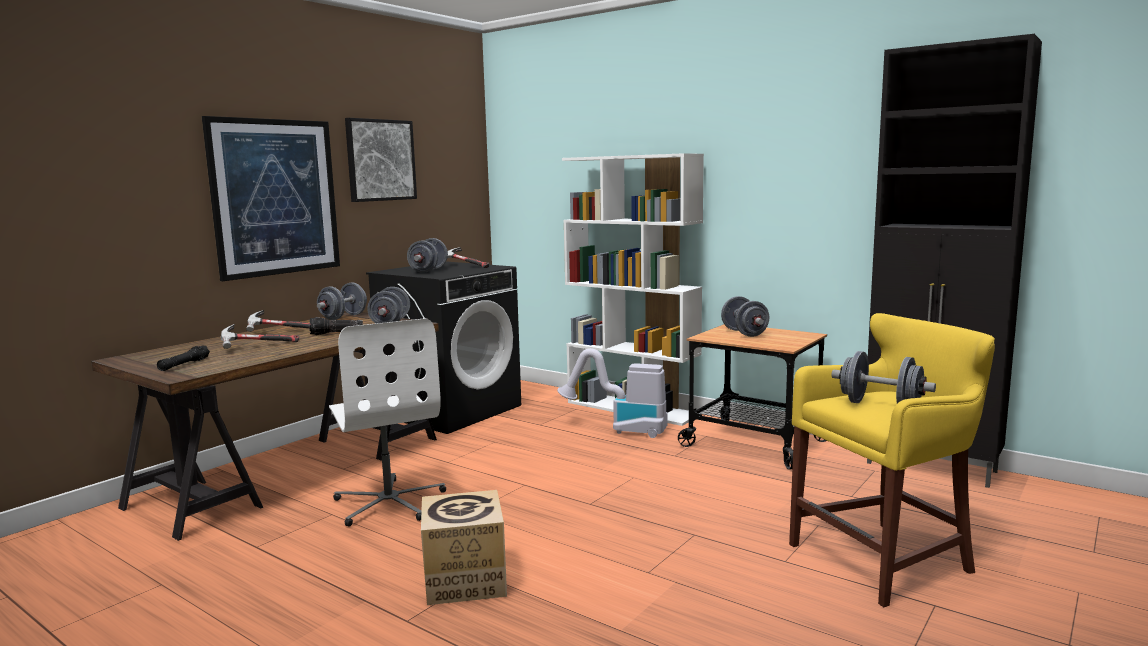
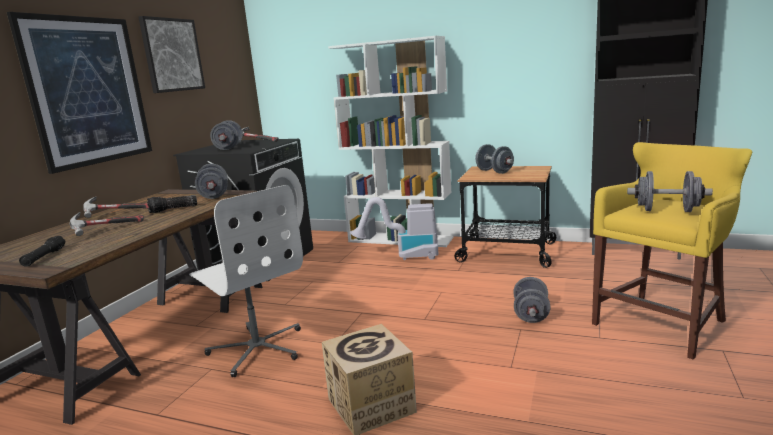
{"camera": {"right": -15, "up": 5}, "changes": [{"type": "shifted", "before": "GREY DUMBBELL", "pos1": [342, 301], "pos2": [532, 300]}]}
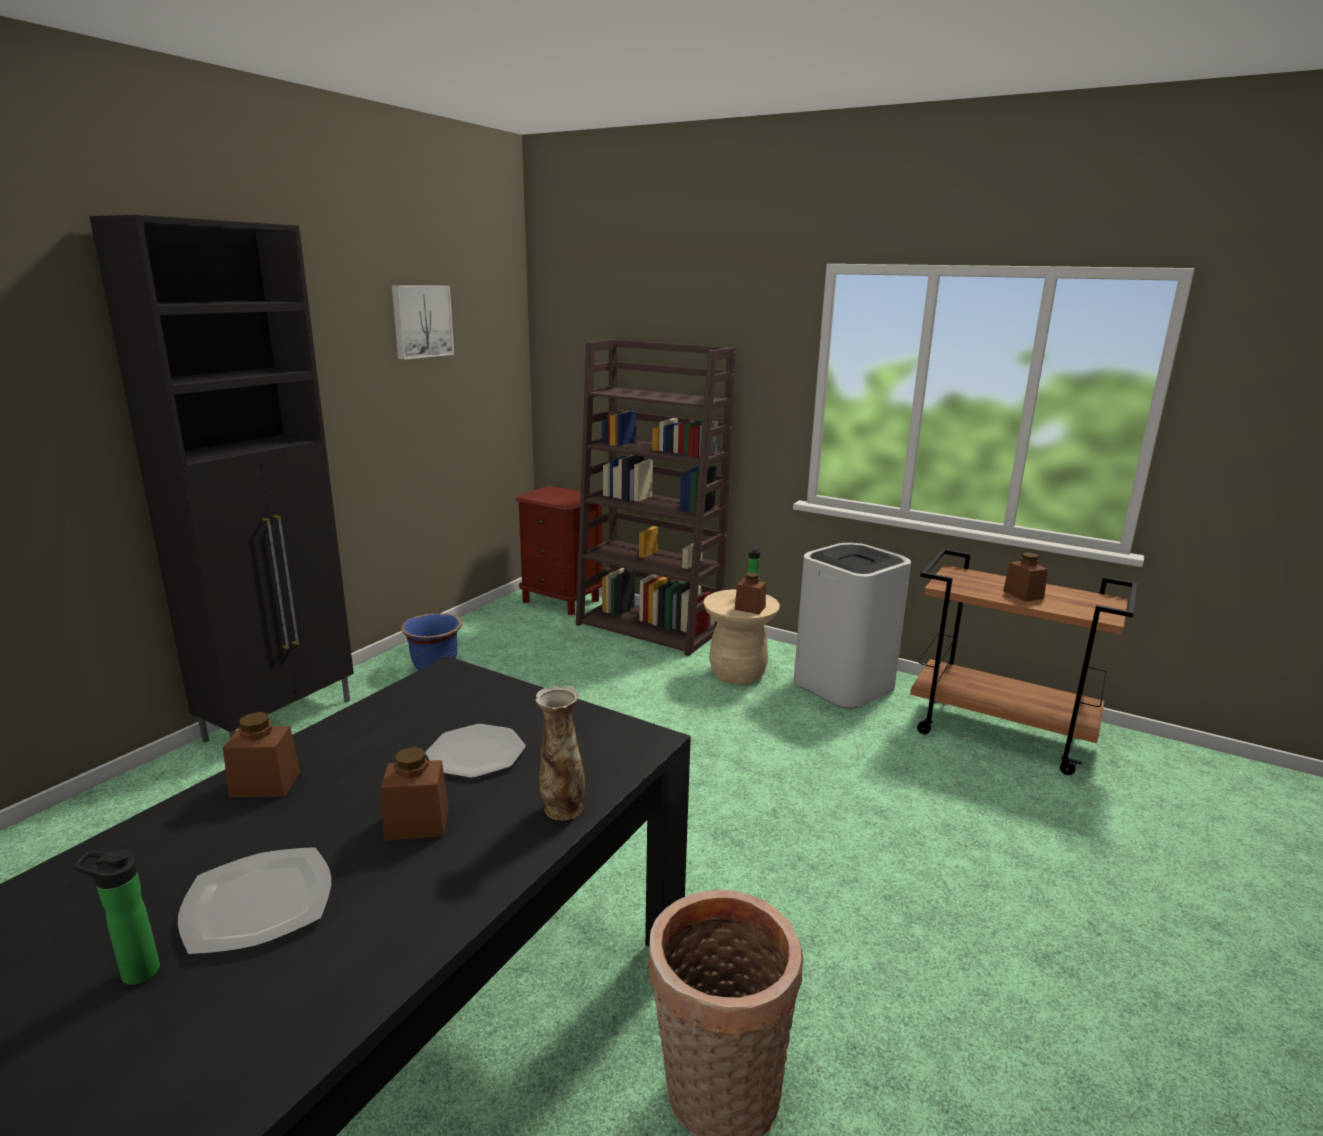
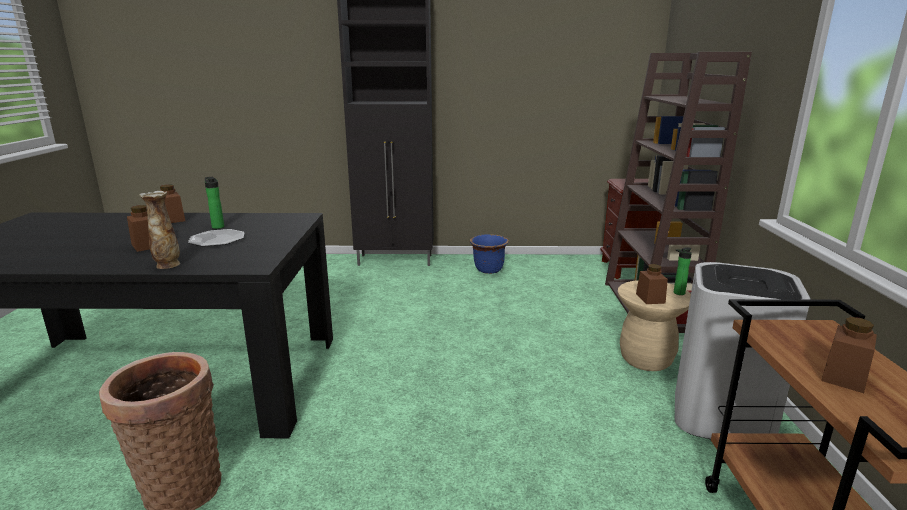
{"camera": {"right": 60, "up": 0}, "changes": [{"type": "shifted", "before": "BOTTLE", "pos1": [117, 917], "pos2": [214, 203]}, {"type": "gone", "before": "PLATE", "pos1": [254, 901]}, {"type": "gone", "before": "PICTURE", "pos1": [423, 322]}]}
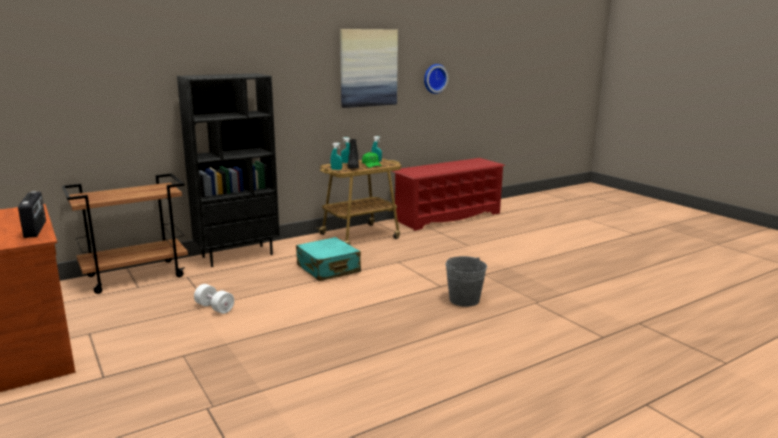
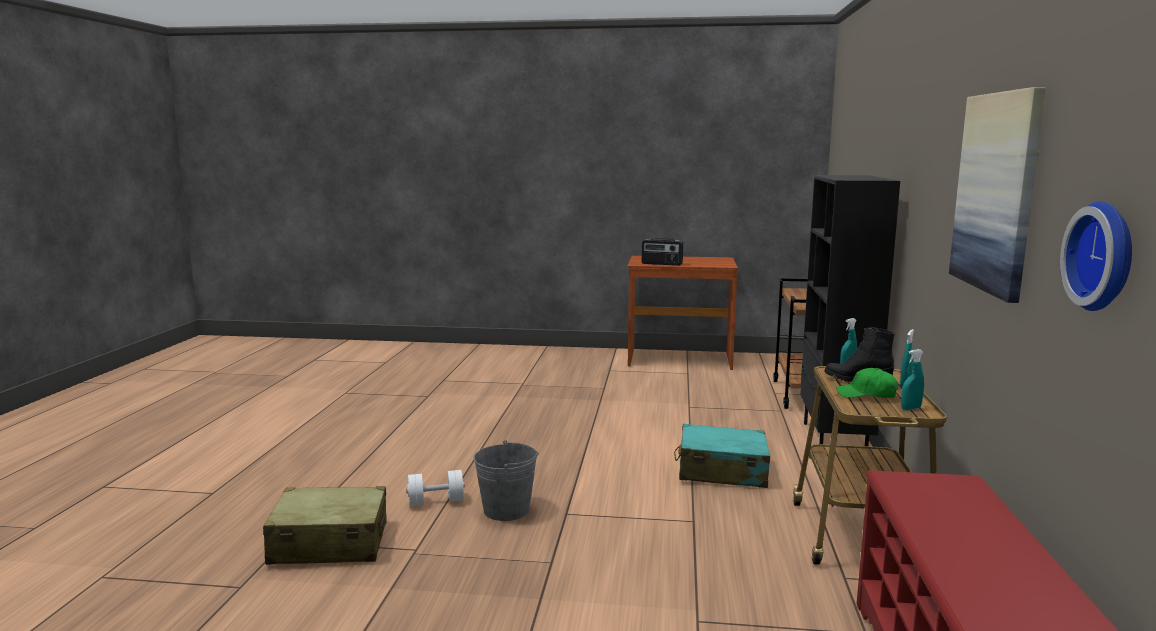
{"camera": {"right": 130, "up": -5}, "changes": [{"type": "shifted", "before": "WHITE DUMBBELL", "pos1": [214, 299], "pos2": [435, 488]}, {"type": "new", "after": "BEIGE SUITCASE", "pos2": [325, 525]}]}
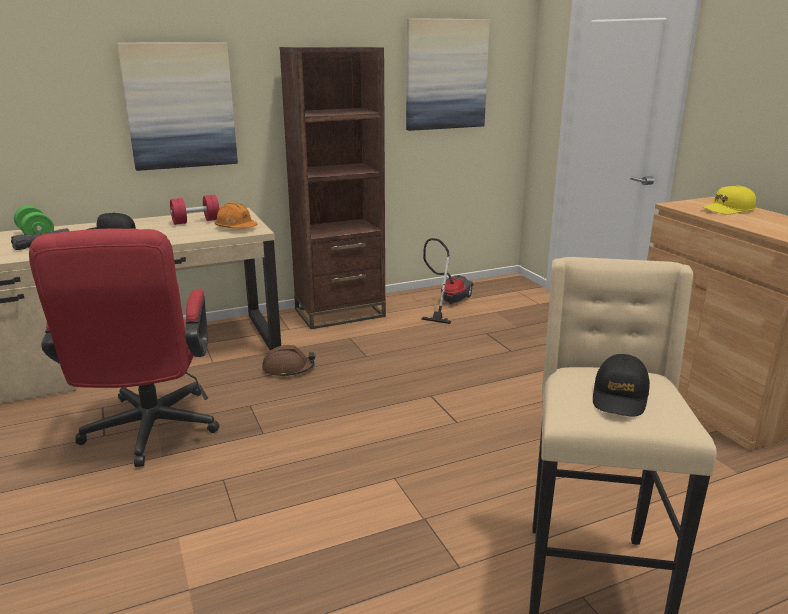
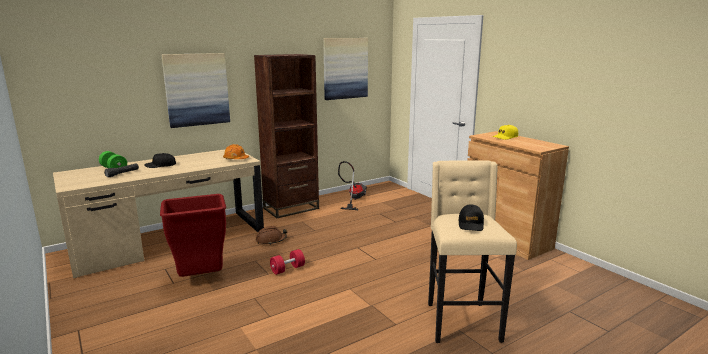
{"camera": {"right": -10, "up": -5}, "changes": [{"type": "swapped", "before": "RED OFFICE CHAIR", "after": "RED TRASH CAN", "pos1": [124, 348], "pos2": [193, 235]}, {"type": "shifted", "before": "RED DUMBBELL", "pos1": [195, 210], "pos2": [287, 262]}]}
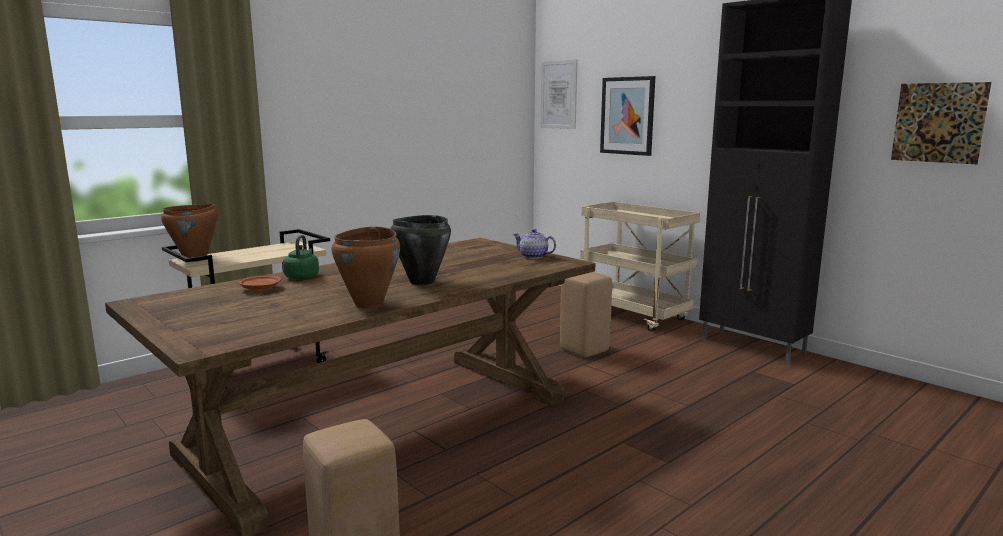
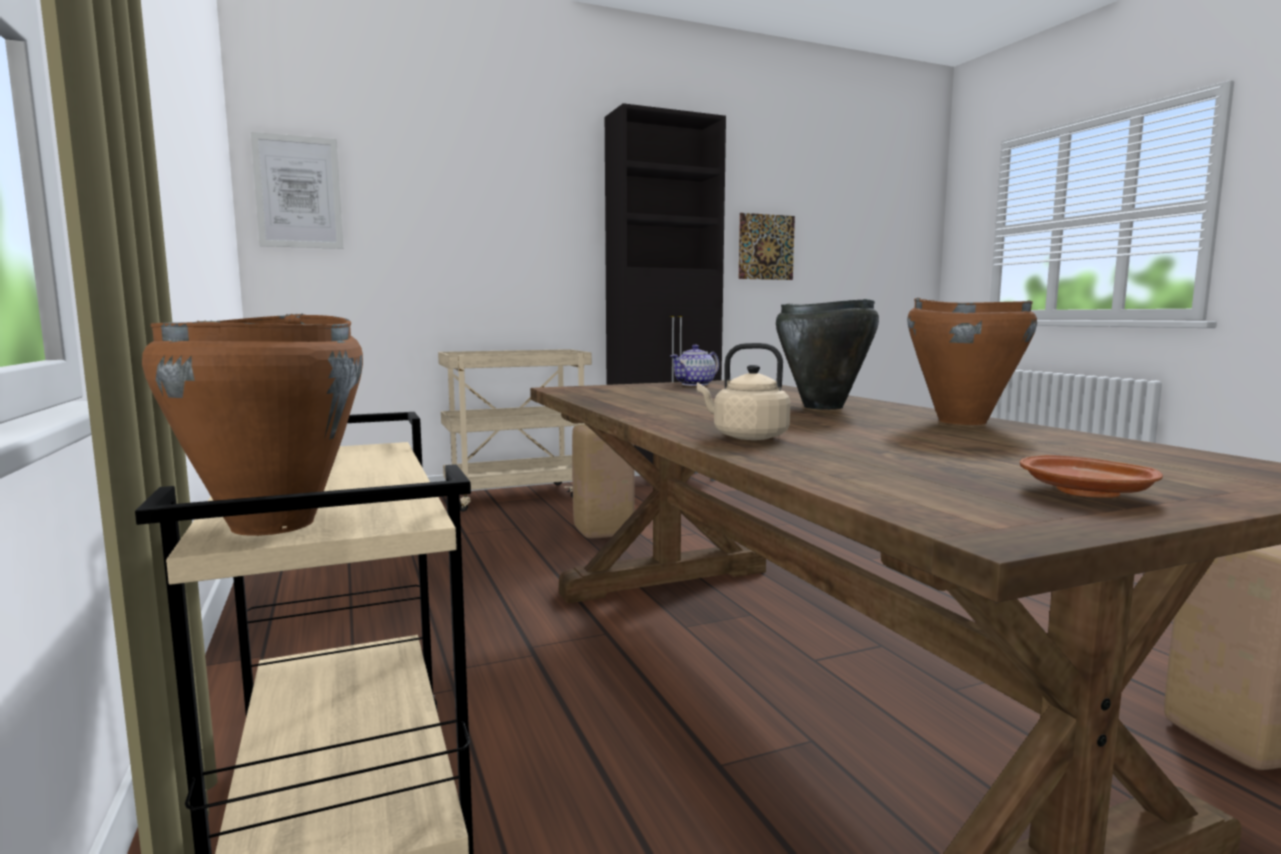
{"camera": {"right": -70, "up": -5}, "changes": [{"type": "shifted", "before": "BROWN PLATE", "pos1": [259, 283], "pos2": [1091, 476]}, {"type": "repainted", "before": "GREEN KETTLE", "after": "BEIGE KETTLE", "pos1": [301, 257], "pos2": [743, 391]}, {"type": "gone", "before": "PICTURE", "pos1": [627, 116]}]}
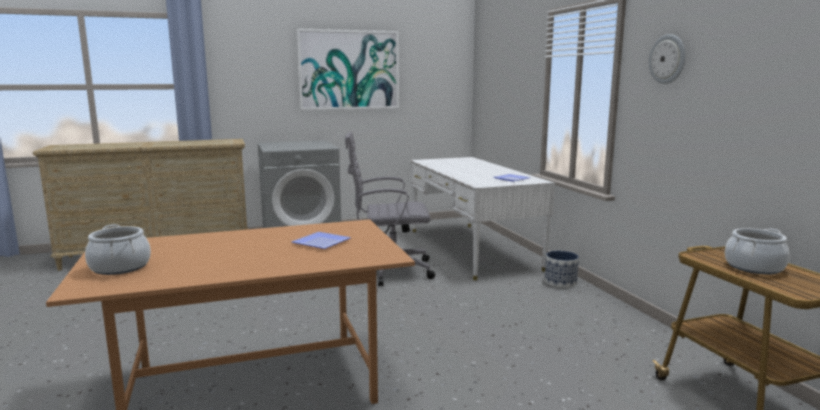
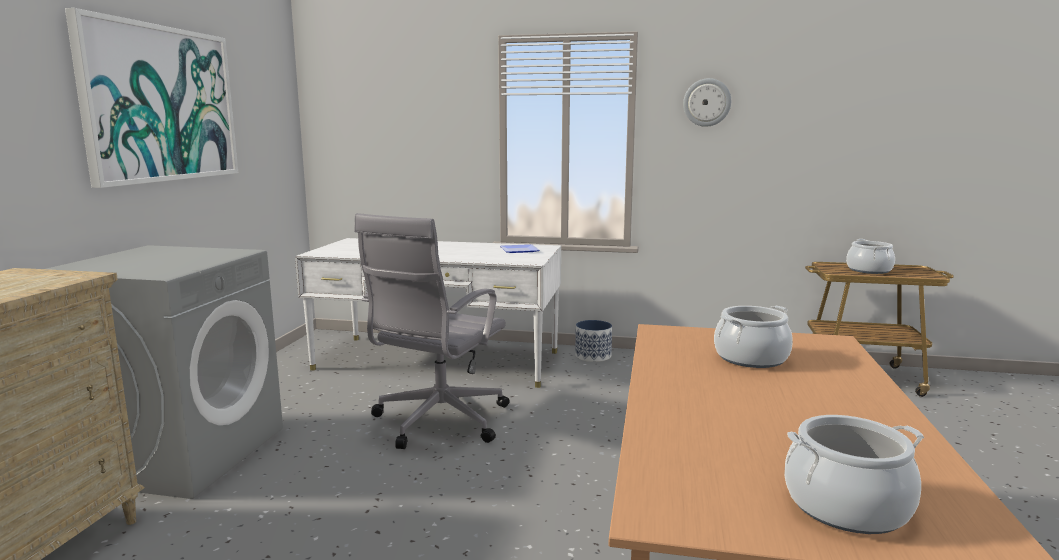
{"camera": {"right": -60, "up": 0}, "changes": [{"type": "swapped", "before": "PLATE", "after": "COOKING POT", "pos1": [321, 240], "pos2": [753, 337]}]}
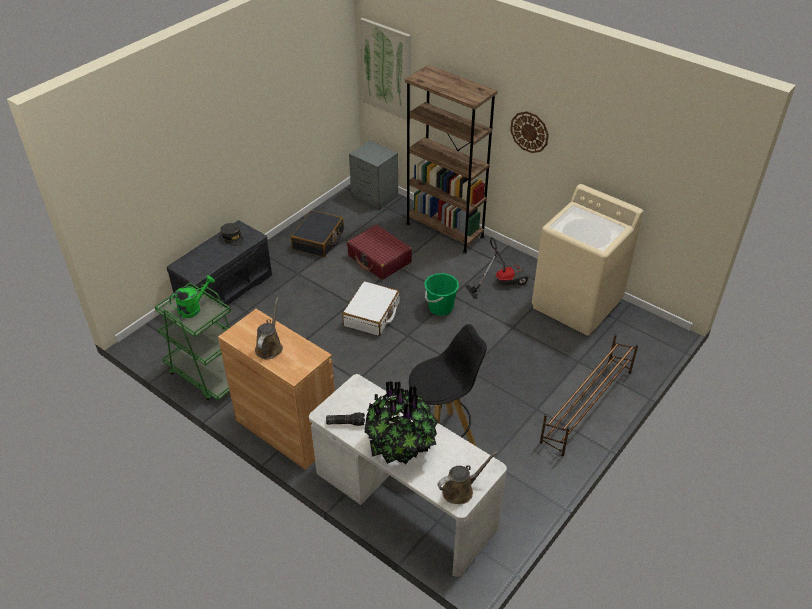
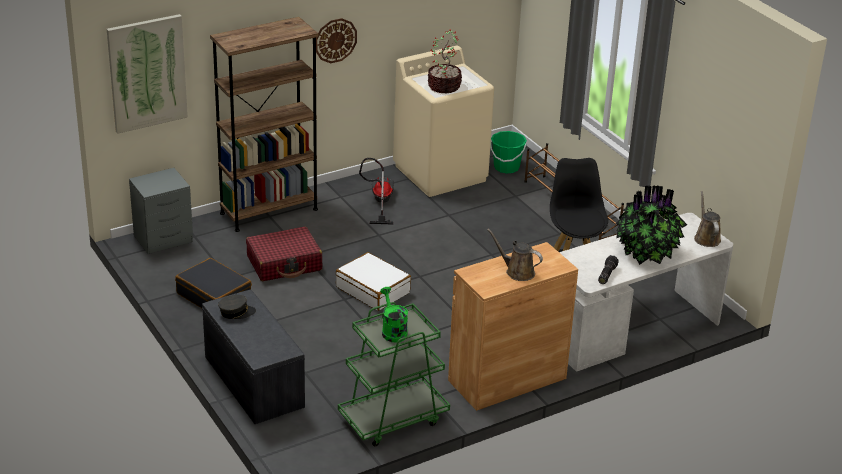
{"camera": {"right": -70, "up": -10}, "changes": [{"type": "shifted", "before": "GREEN BUCKET", "pos1": [441, 294], "pos2": [508, 152]}, {"type": "new", "after": "POTTED PLANT", "pos2": [445, 61]}]}
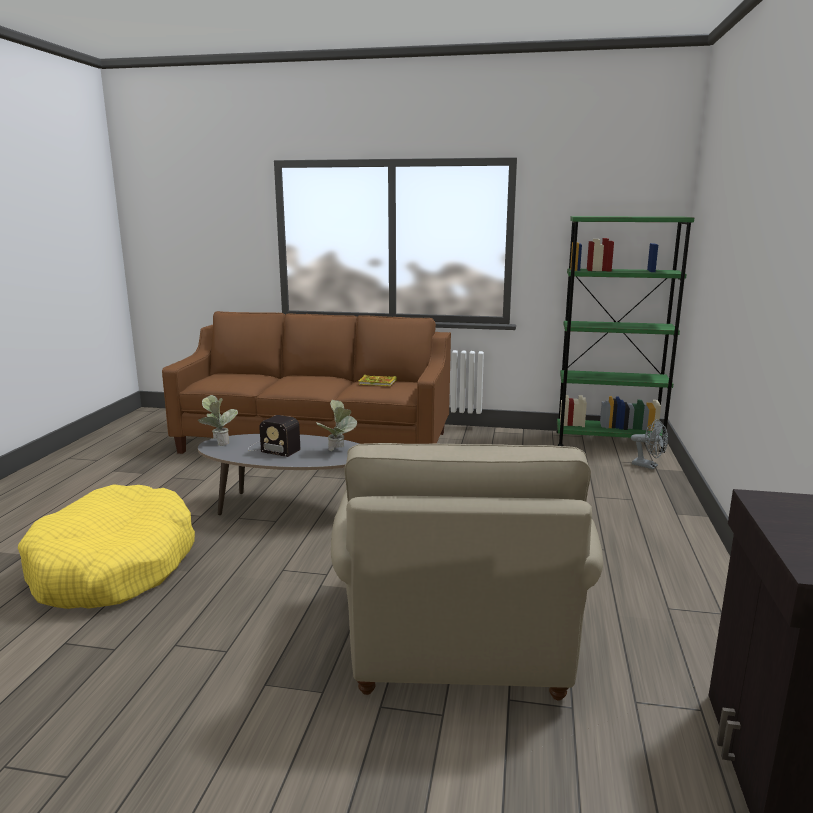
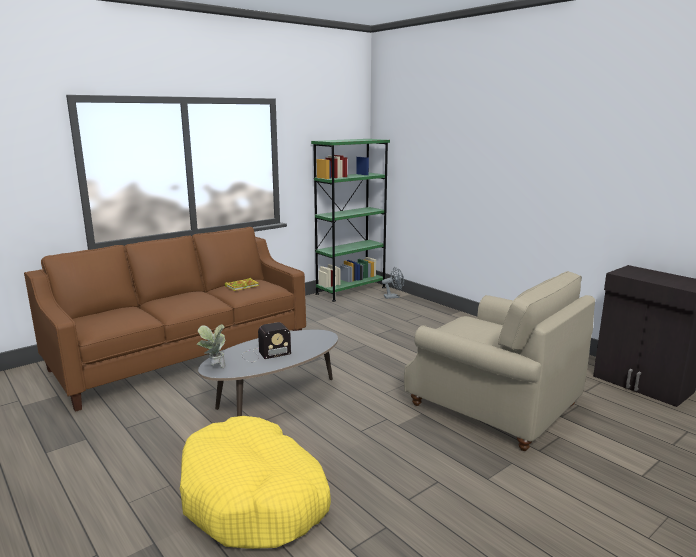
{"camera": {"right": -50, "up": 0}, "changes": [{"type": "gone", "before": "POTTED PLANT", "pos1": [336, 425]}]}
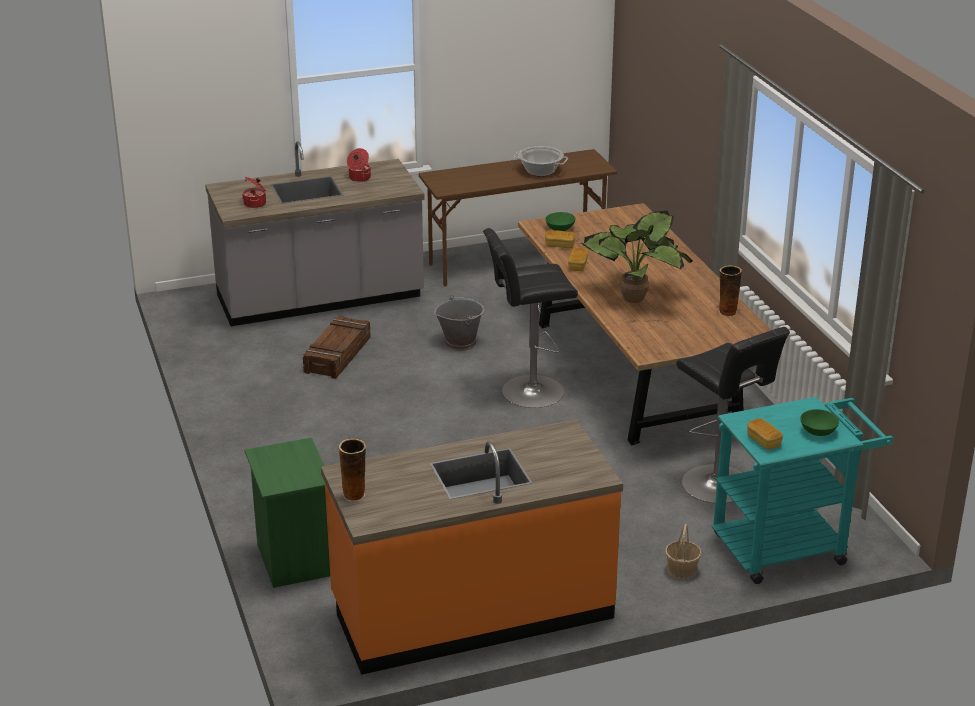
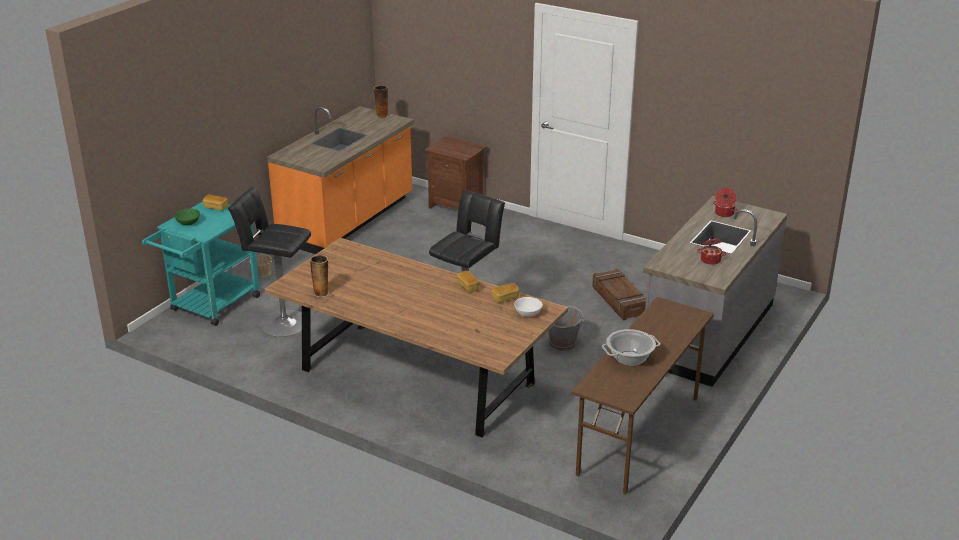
{"camera": {"right": 140, "up": 0}, "changes": [{"type": "repainted", "before": "GREEN NIGHTSTAND", "after": "BROWN NIGHTSTAND", "pos1": [287, 513], "pos2": [456, 173]}, {"type": "repainted", "before": "GREEN BOWL", "after": "WHITE BOWL", "pos1": [560, 221], "pos2": [528, 307]}, {"type": "gone", "before": "POTTED PLANT", "pos1": [637, 257]}]}
